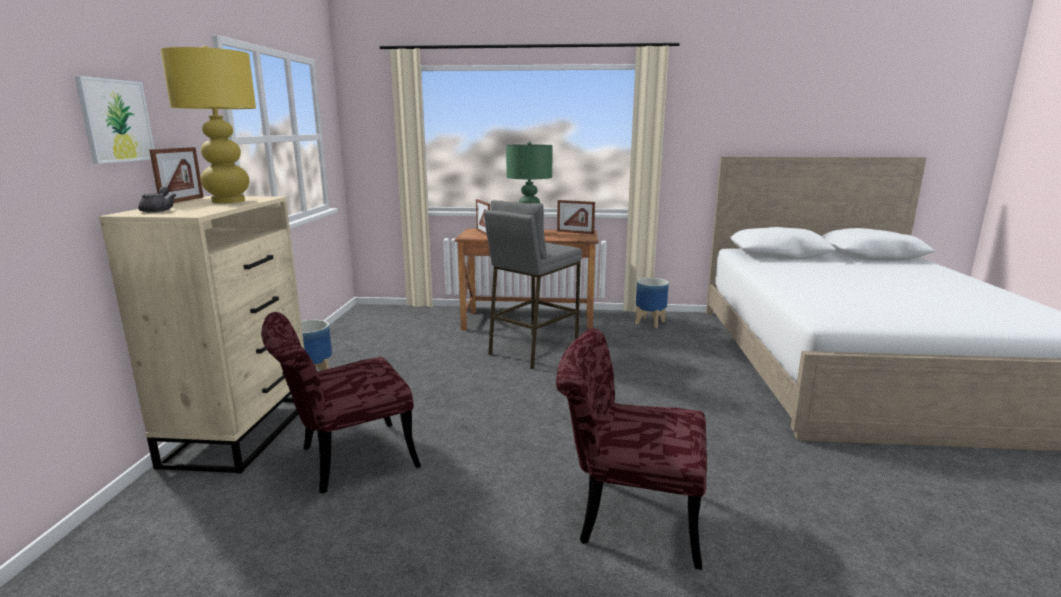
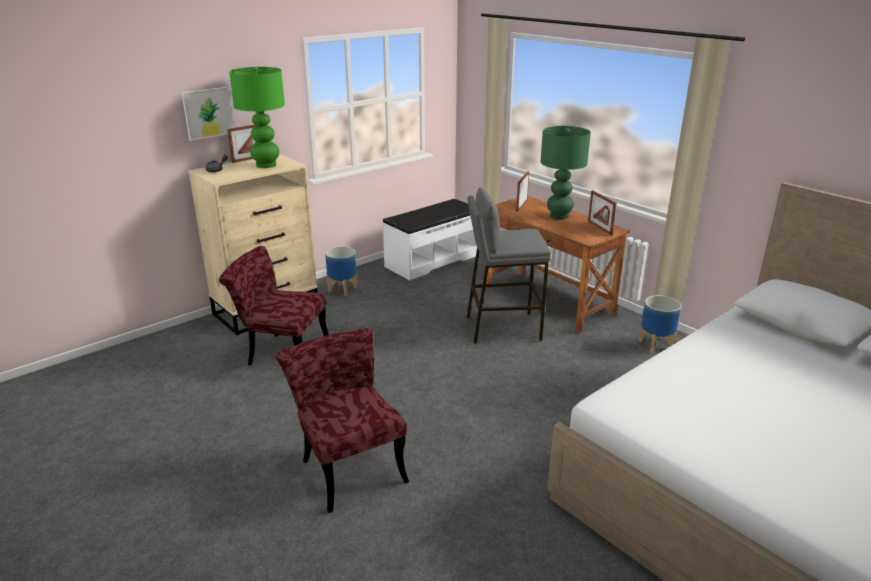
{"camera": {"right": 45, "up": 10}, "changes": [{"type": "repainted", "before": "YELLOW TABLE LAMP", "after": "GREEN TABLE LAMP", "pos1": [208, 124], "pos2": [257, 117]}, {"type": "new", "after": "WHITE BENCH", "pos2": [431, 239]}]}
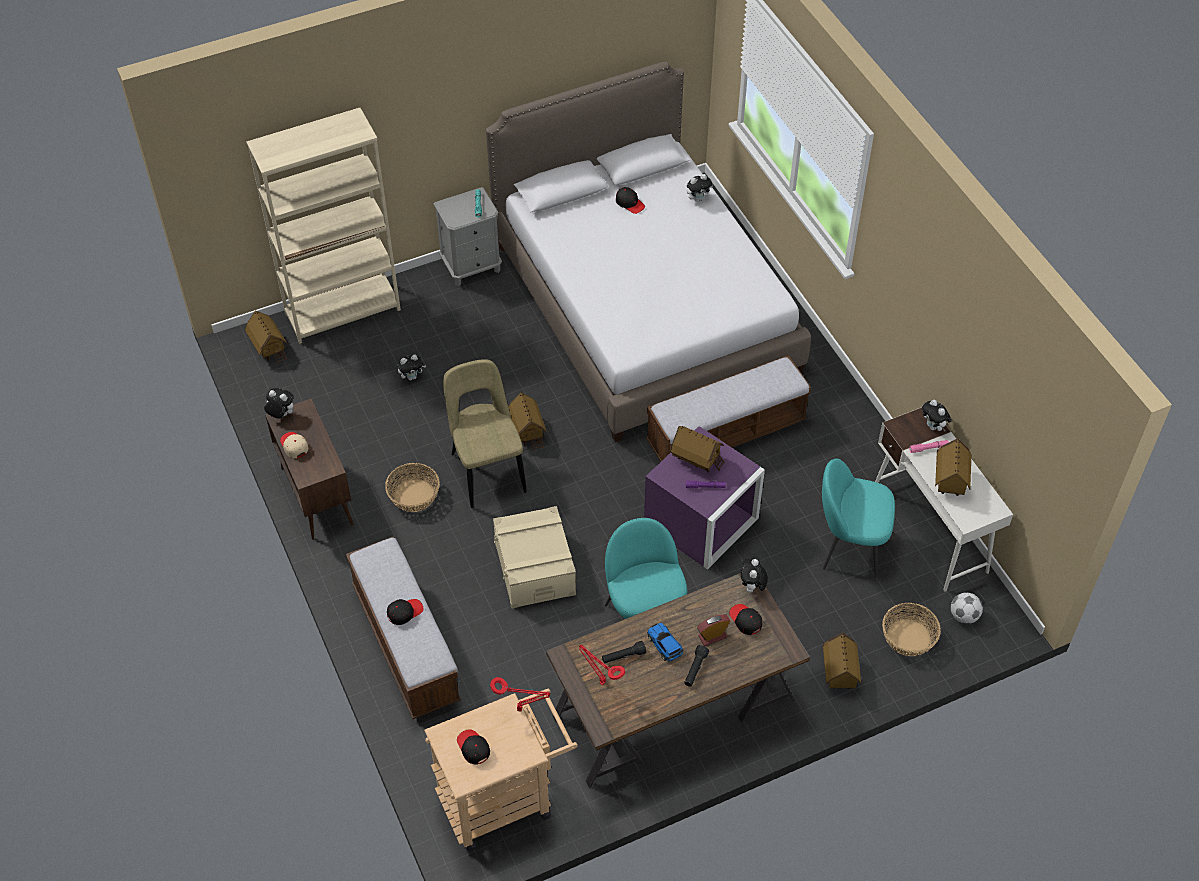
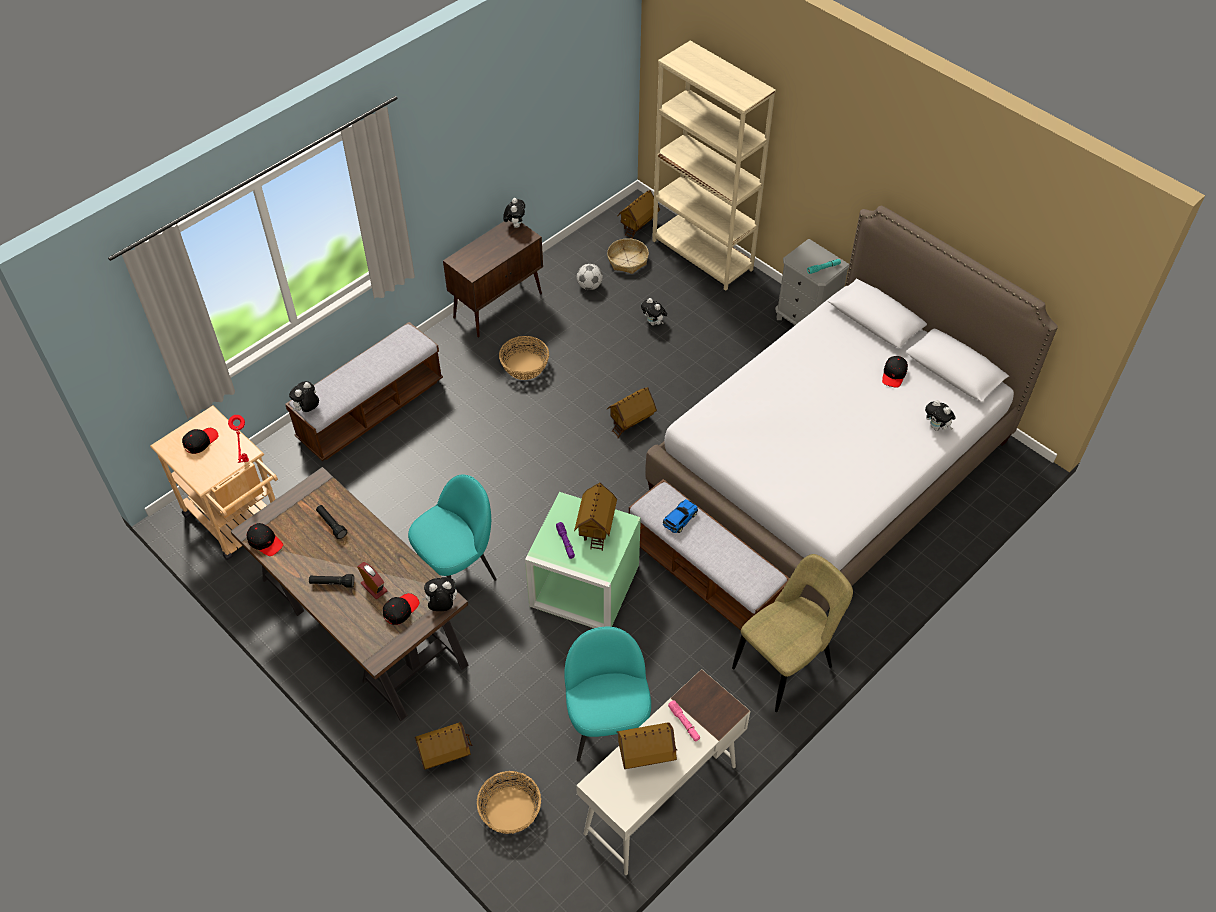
{"camera": {"right": 70, "up": 0}, "changes": [{"type": "gone", "before": "BEIGE CAP", "pos1": [294, 445]}, {"type": "shifted", "before": "BLACK CAP", "pos1": [405, 612], "pos2": [264, 539]}, {"type": "shifted", "before": "BEIGE CHAIR", "pos1": [485, 433], "pos2": [792, 633]}, {"type": "gone", "before": "BEIGE STORAGE BOX", "pos1": [534, 557]}, {"type": "gone", "before": "RED TABLE LAMP", "pos1": [602, 665]}, {"type": "repainted", "before": "PURPLE STORAGE BOX", "after": "GREEN STORAGE BOX", "pos1": [704, 498], "pos2": [583, 560]}, {"type": "shifted", "before": "TOY CAR", "pos1": [665, 642], "pos2": [680, 516]}, {"type": "shifted", "before": "PLUSH TOY", "pos1": [937, 416], "pos2": [304, 396]}, {"type": "shifted", "before": "FOOTBALL", "pos1": [967, 608], "pos2": [590, 277]}, {"type": "new", "after": "BASKET", "pos2": [628, 256]}]}
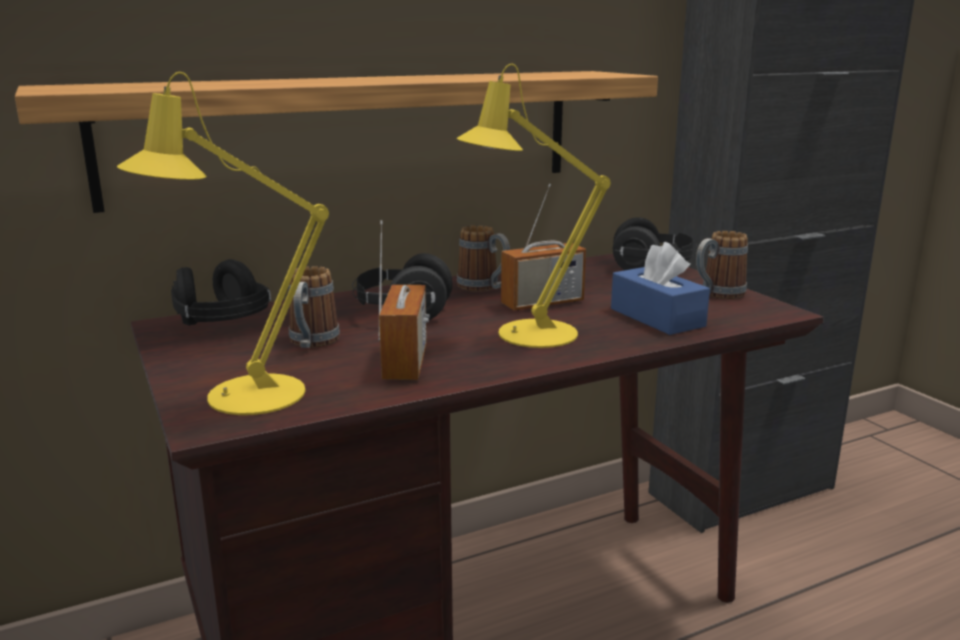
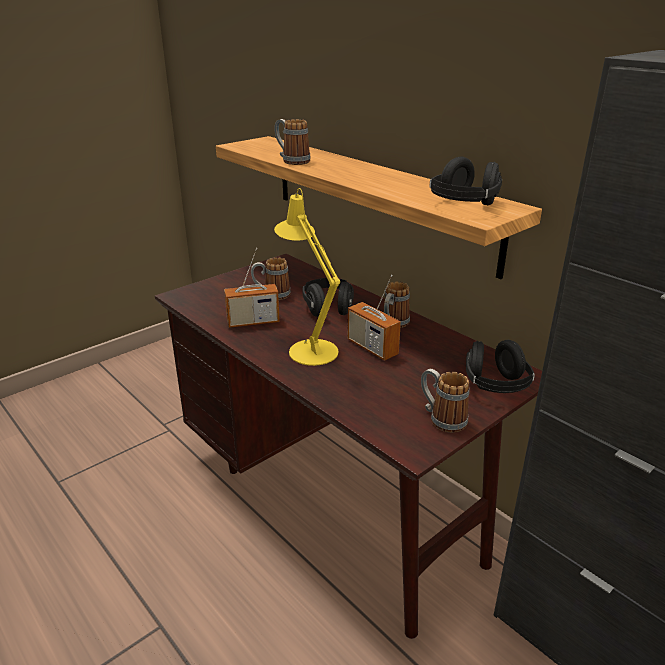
{"camera": {"right": 75, "up": 10}, "changes": [{"type": "gone", "before": "YELLOW TABLE LAMP", "pos1": [223, 243]}, {"type": "shifted", "before": "BLACK HEADPHONES", "pos1": [221, 292], "pos2": [465, 181]}, {"type": "gone", "before": "BLUE TISSUE BOX", "pos1": [660, 288]}, {"type": "new", "after": "MUG", "pos2": [292, 142]}]}
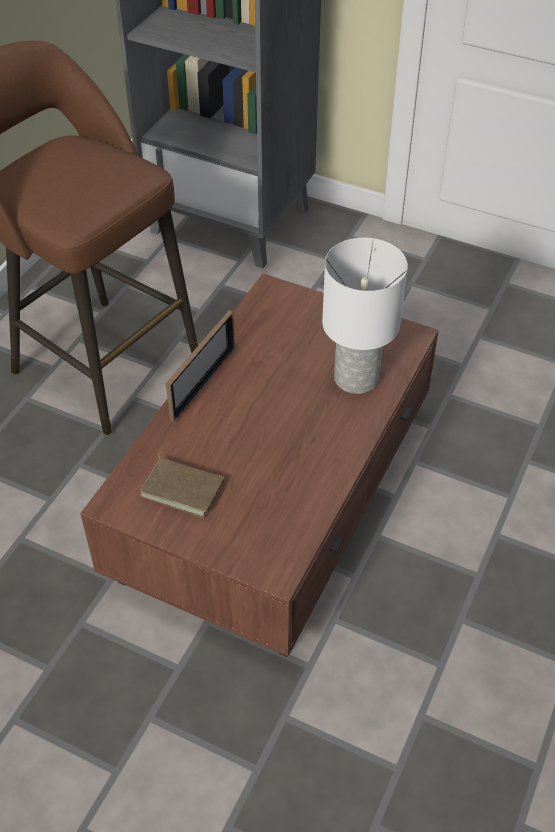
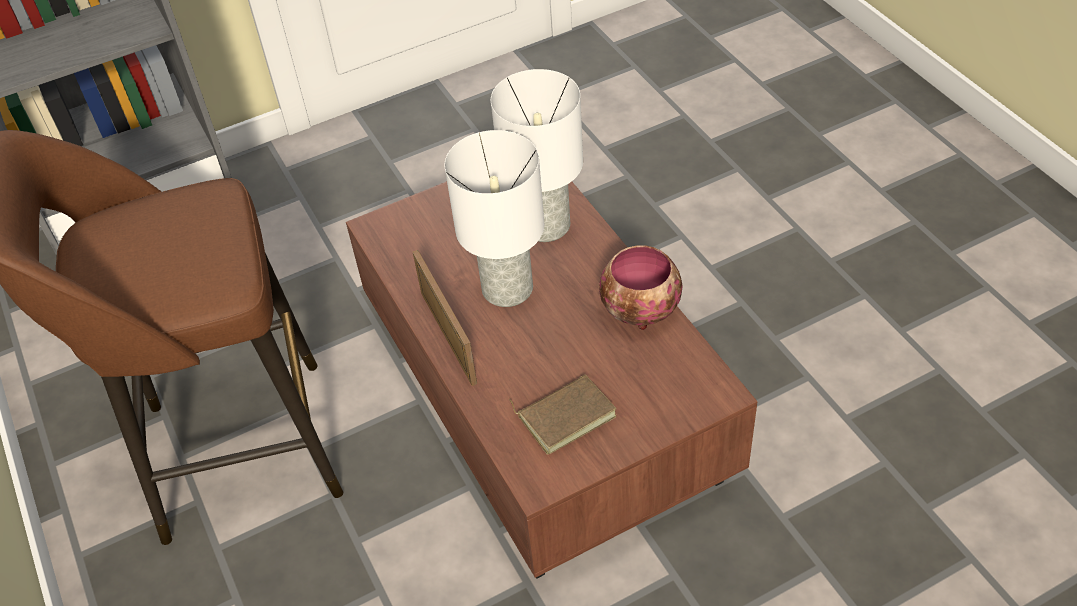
{"camera": {"right": -50, "up": 0}, "changes": [{"type": "new", "after": "WHITE TABLE LAMP", "pos2": [494, 218]}, {"type": "new", "after": "BOWL", "pos2": [640, 287]}]}
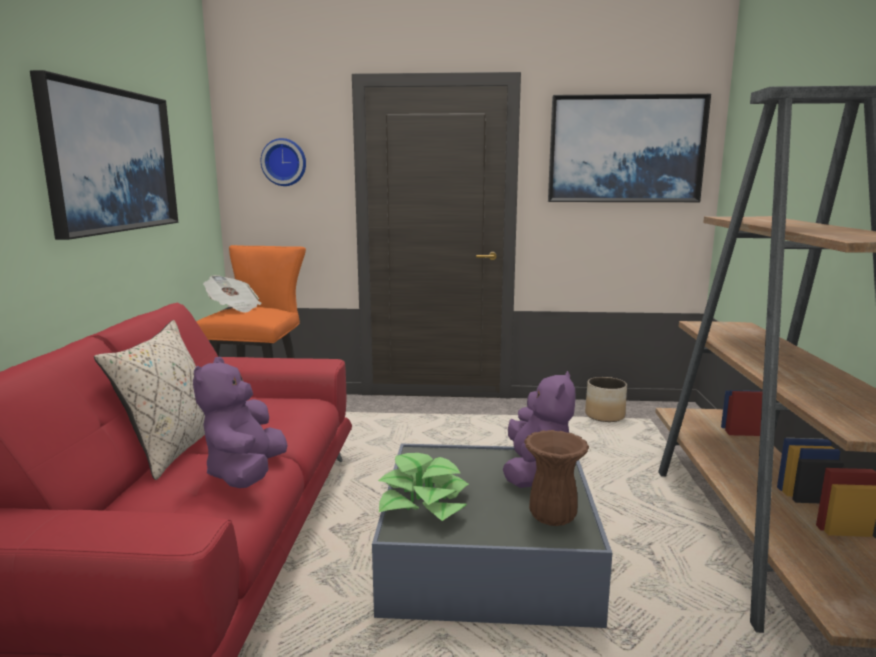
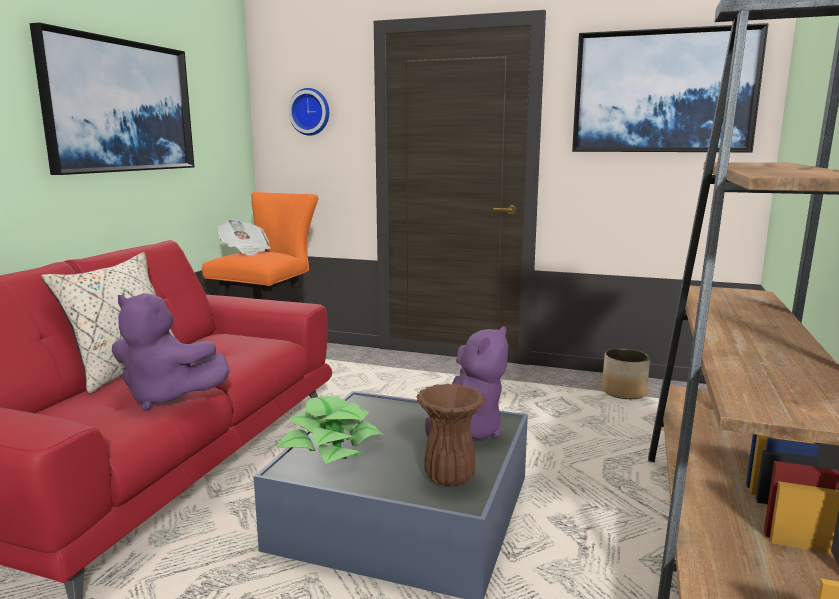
{"camera": {"right": 15, "up": 0}, "changes": [{"type": "rotated", "before": "PURPLE PLUSH TOY", "pos1": [240, 422], "pos2": [171, 352], "turn": -90}]}
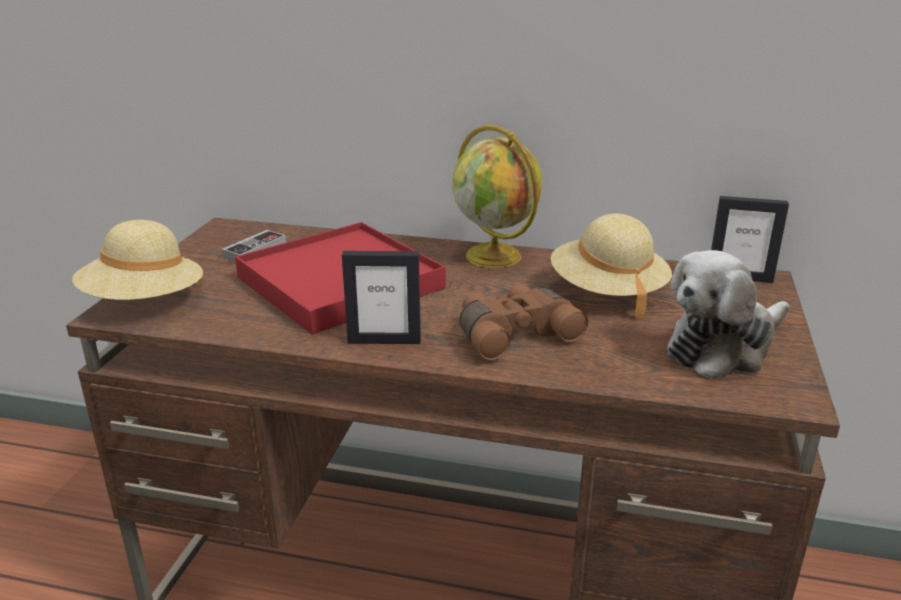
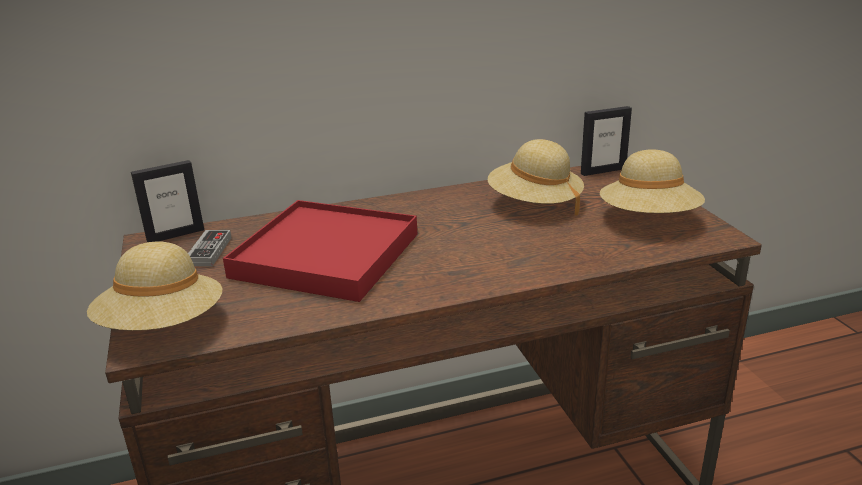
{"camera": {"right": -30, "up": 0}, "changes": [{"type": "shifted", "before": "PICTURE FRAME", "pos1": [381, 297], "pos2": [167, 201]}, {"type": "gone", "before": "GLOBE", "pos1": [497, 196]}, {"type": "gone", "before": "BROWN BINOCULARS", "pos1": [523, 322]}, {"type": "swapped", "before": "PLUSH TOY", "after": "BEIGE HAT", "pos1": [728, 314], "pos2": [652, 181]}]}
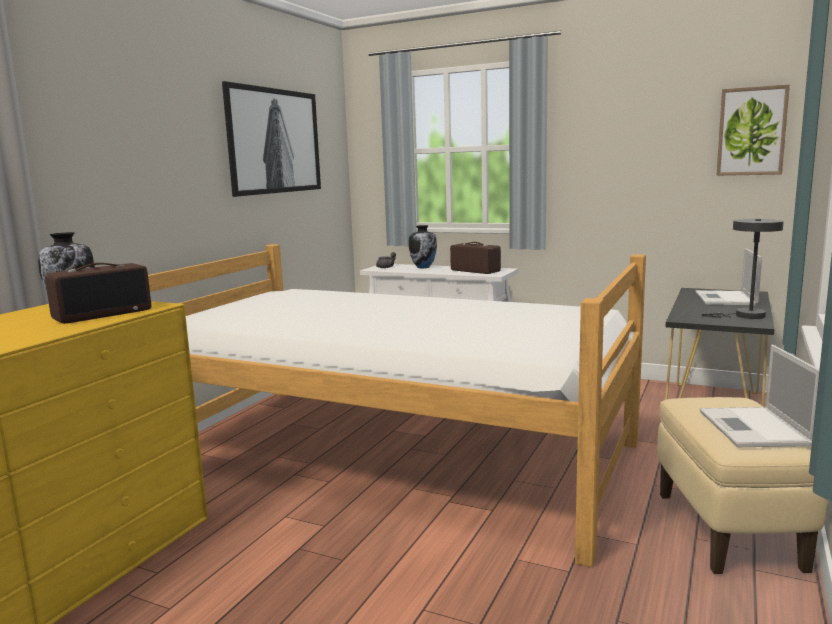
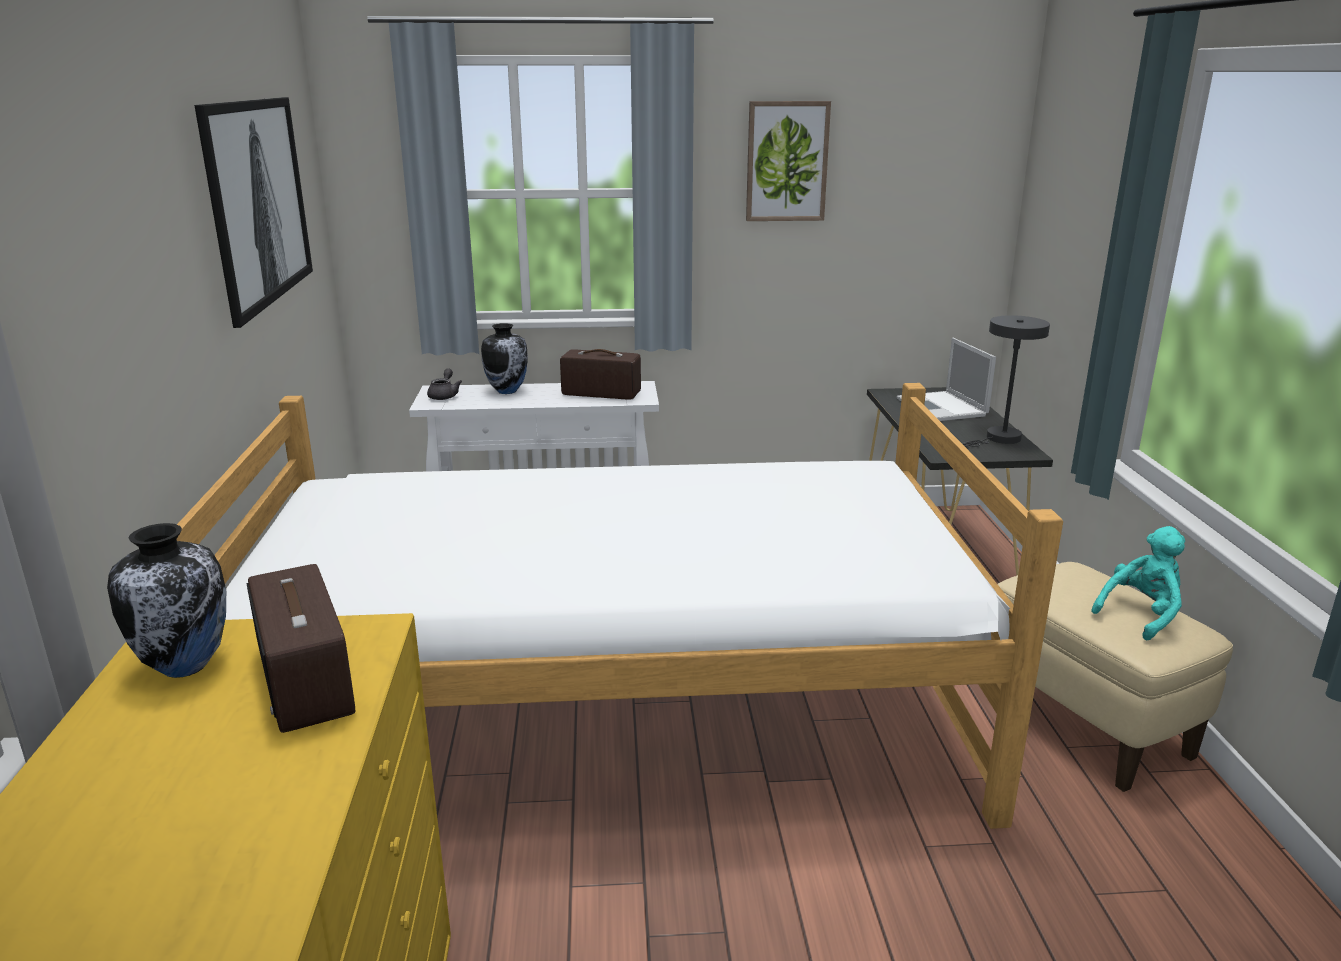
{"camera": {"right": -30, "up": 10}, "changes": [{"type": "rotated", "before": "RADIO", "pos1": [98, 293], "pos2": [300, 648], "turn": 135}, {"type": "swapped", "before": "LAPTOP", "after": "TURQUOISE PLUSH TOY", "pos1": [760, 395], "pos2": [1138, 583]}, {"type": "shifted", "before": "PICTURE", "pos1": [753, 130], "pos2": [788, 161]}]}
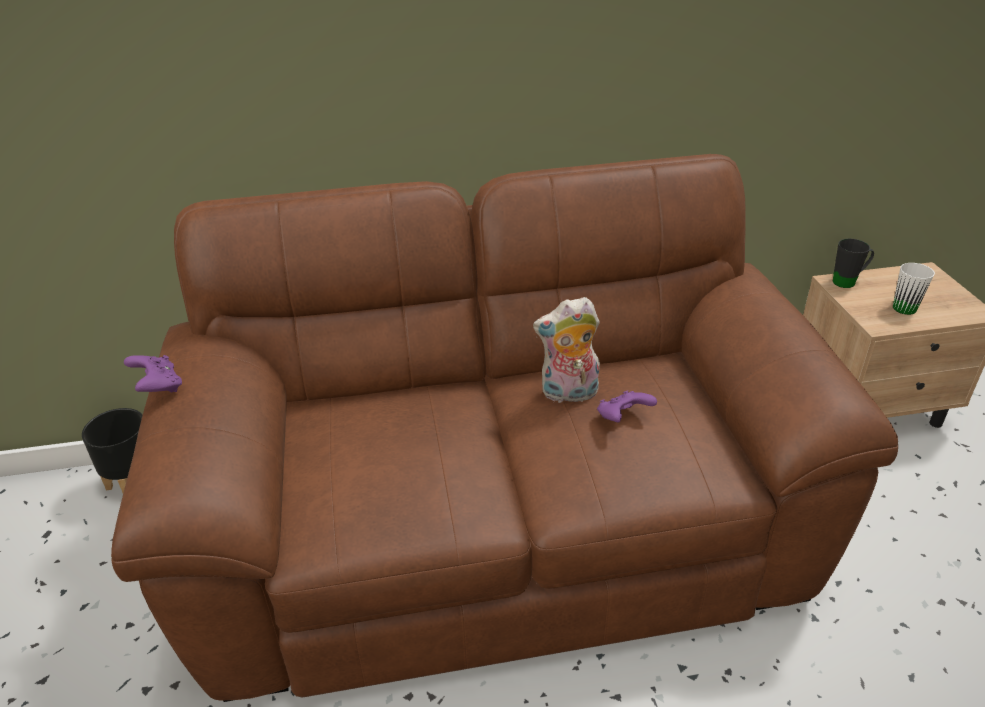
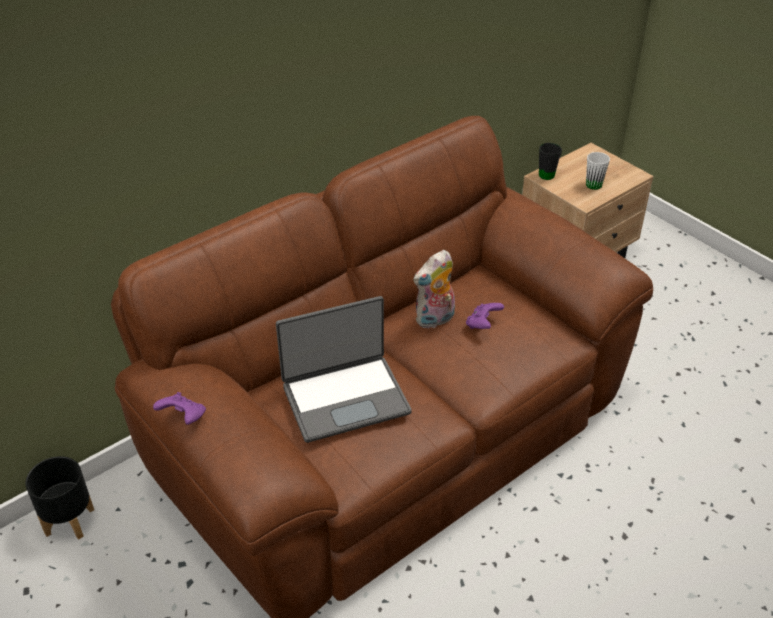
{"camera": {"right": -30, "up": 5}, "changes": [{"type": "new", "after": "LAPTOP", "pos2": [344, 369]}]}
